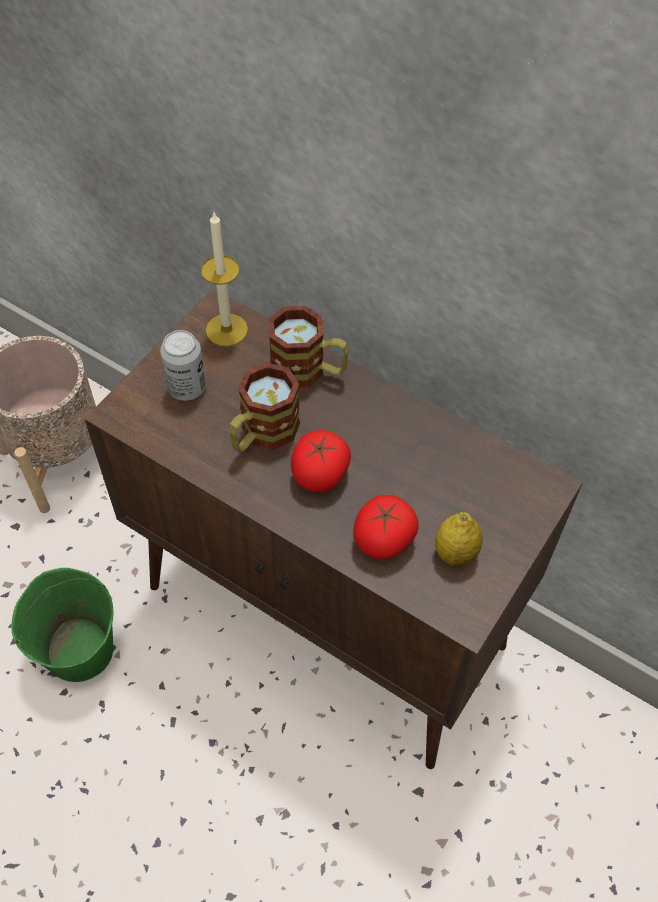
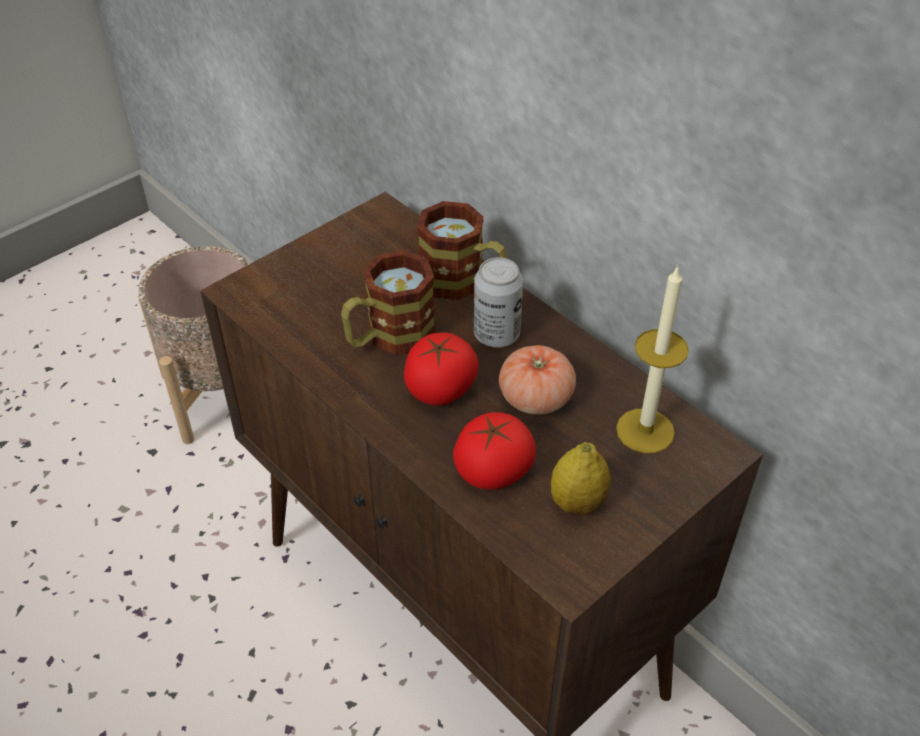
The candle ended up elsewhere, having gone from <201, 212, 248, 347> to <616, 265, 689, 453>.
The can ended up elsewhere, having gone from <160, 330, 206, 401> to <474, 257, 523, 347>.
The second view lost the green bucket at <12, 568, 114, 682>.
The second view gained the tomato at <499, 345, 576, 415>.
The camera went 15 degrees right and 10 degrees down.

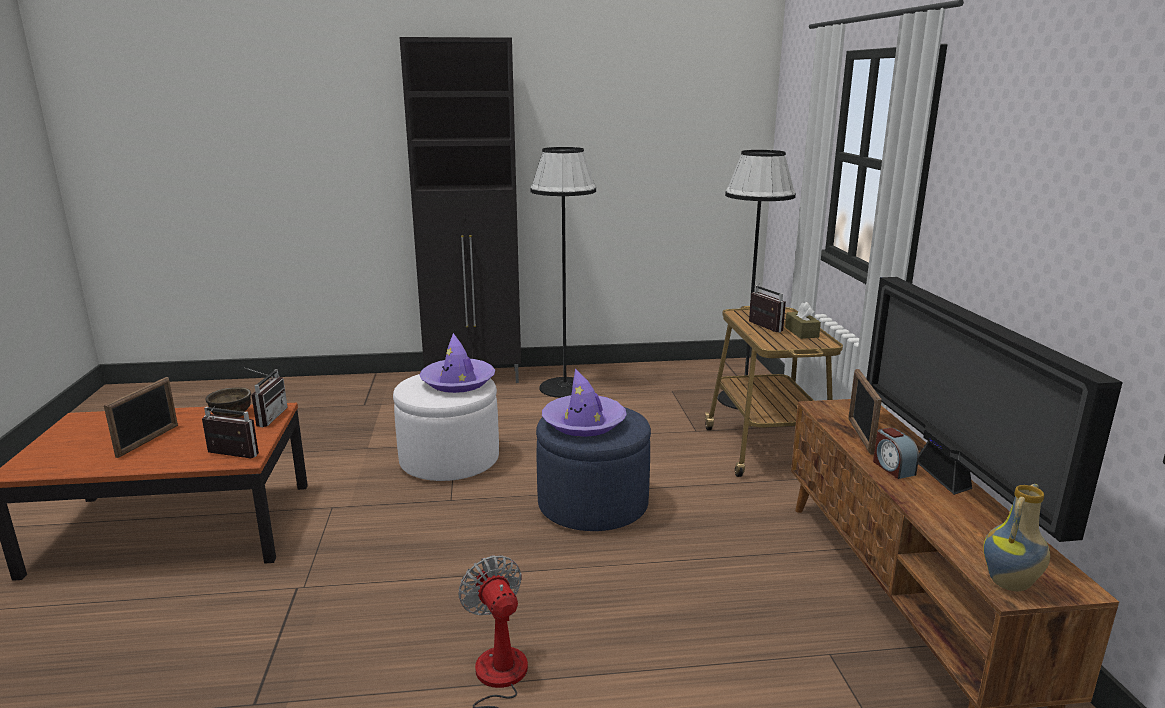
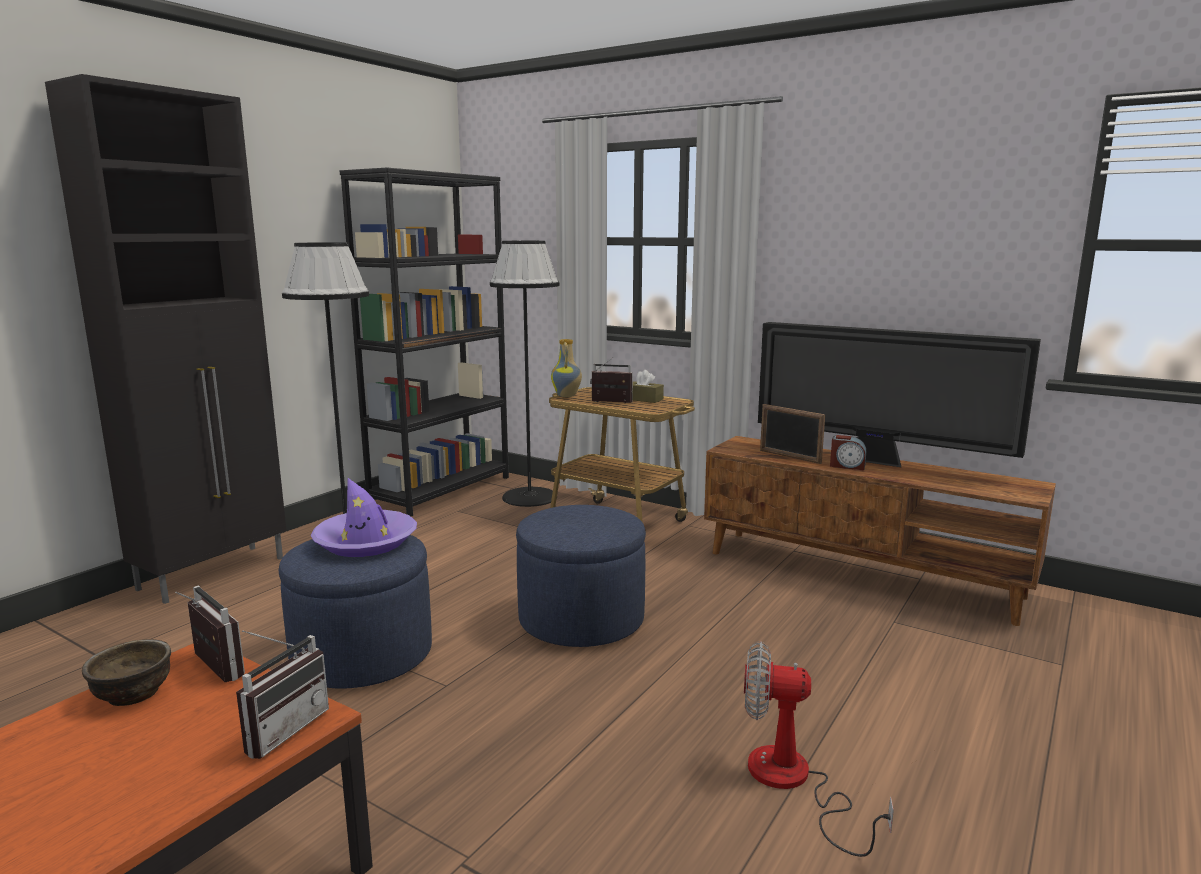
The second view lost the purple hat at <542, 368, 627, 437>.
What was the white ottoman at <393, 374, 499, 481> turned into the blue ottoman at <279, 535, 432, 688>.
The second view lost the picture frame at <104, 377, 178, 458>.
The radio at <202, 406, 259, 458> ended up facing another way, 150 degrees clockwise from before.
The vase ended up elsewhere, having gone from <984, 484, 1050, 591> to <551, 339, 582, 397>.
The second view gained the black bookcase at <339, 168, 509, 516>.
The camera went 50 degrees left and 5 degrees down.

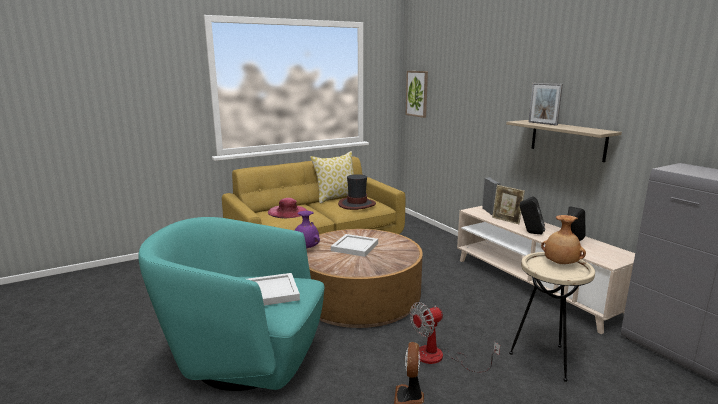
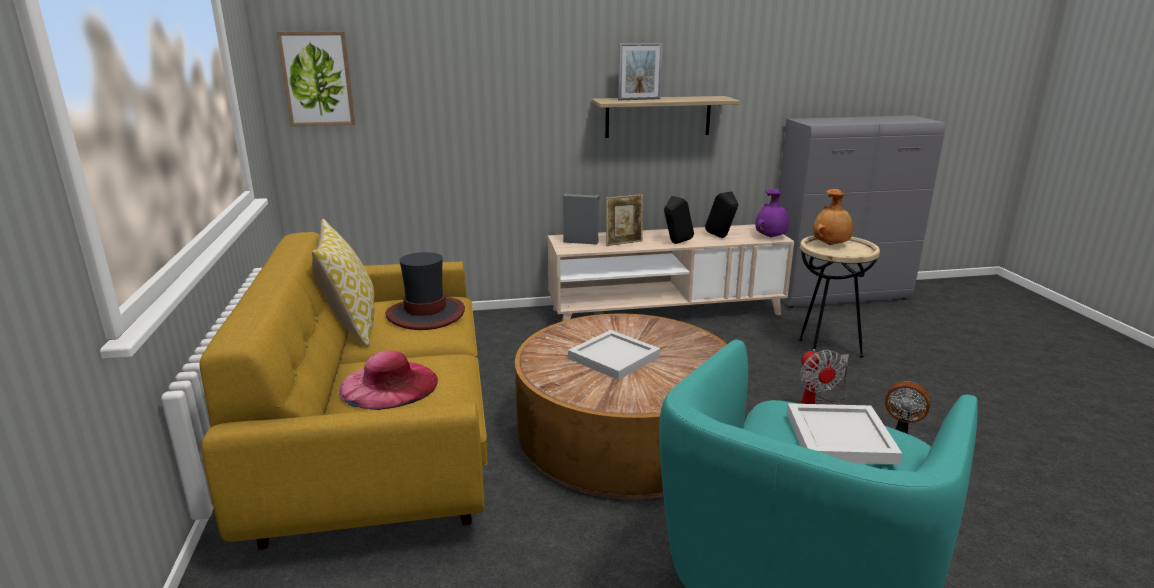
The purple vase ended up elsewhere, having gone from <295, 211, 320, 248> to <755, 189, 789, 237>.
The camera went 70 degrees left and 5 degrees up.

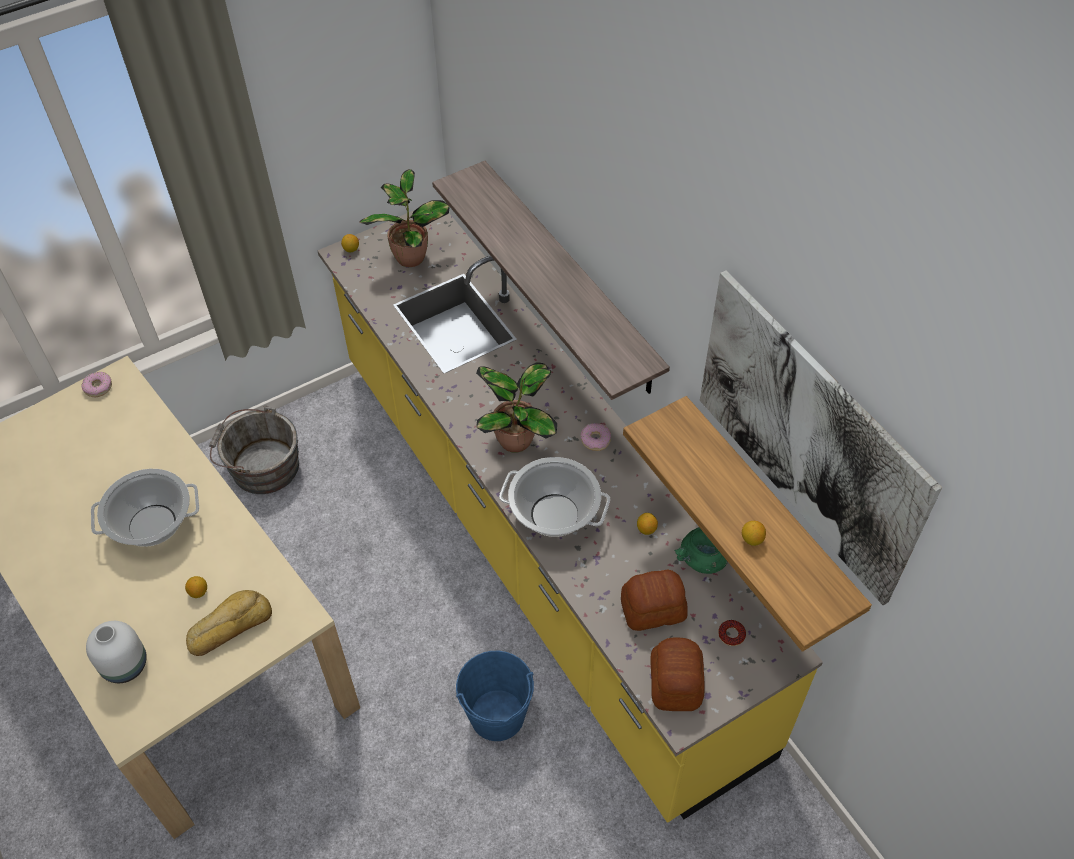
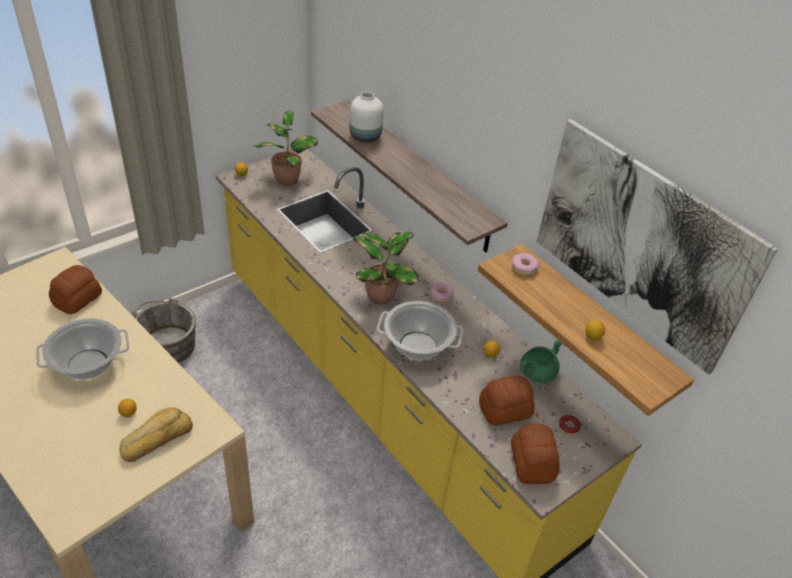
The donut ended up elsewhere, having gone from <82, 372, 112, 397> to <512, 253, 539, 275>.
The white vase ended up elsewhere, having gone from <86, 621, 147, 683> to <349, 92, 384, 143>.
The second view lost the blue bucket at <456, 651, 534, 741>.
The second view gained the bread at <49, 265, 102, 314>.
The camera went 10 degrees left and 10 degrees down.

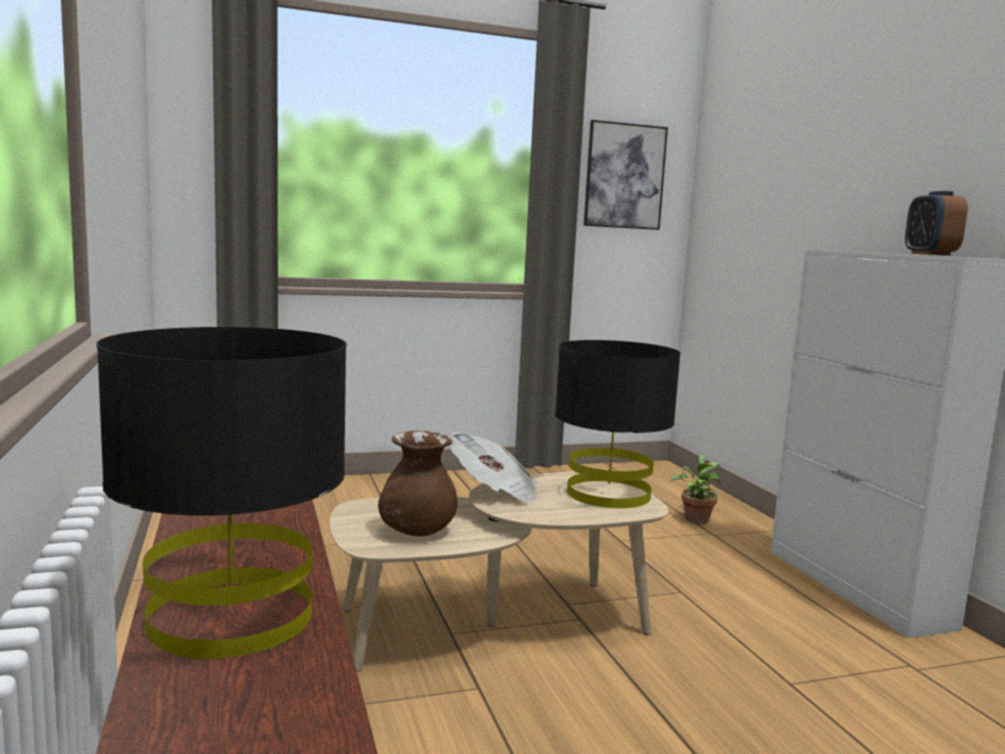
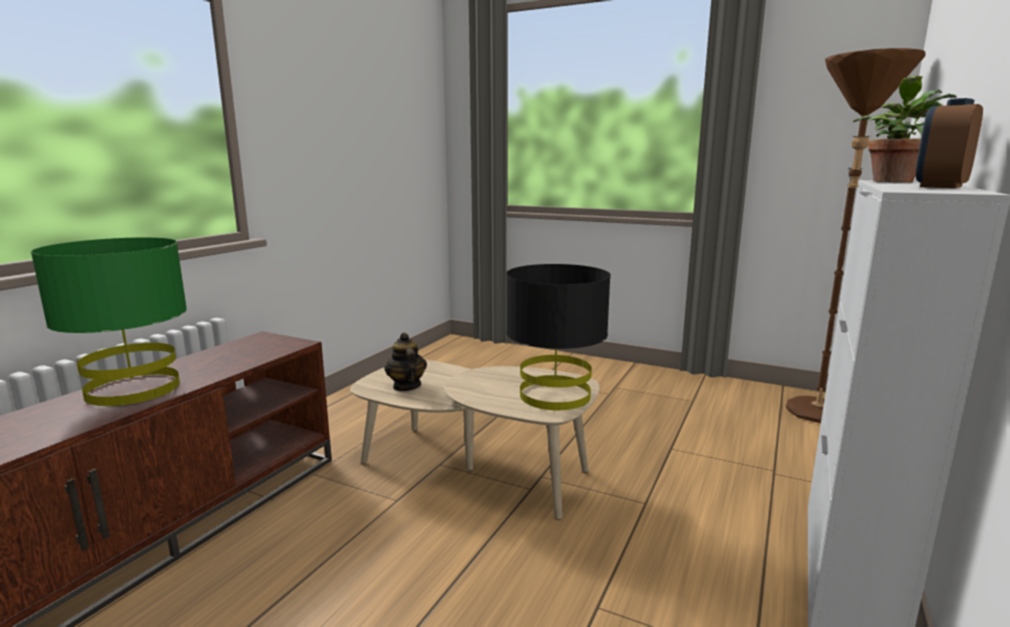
The second view lost the picture at <584, 120, 668, 230>.
What was the black table lamp at <96, 327, 347, 659> turned into the green table lamp at <31, 237, 187, 406>.
Where the brown vase stood at <378, 430, 458, 536>, the teapot came to stand at <384, 332, 427, 391>.
The second view lost the newspaper at <451, 432, 538, 504>.
The potted plant ended up elsewhere, having gone from <670, 455, 722, 524> to <852, 76, 957, 183>.
The second view gained the brown floor lamp at <786, 48, 925, 423>.
The camera went 45 degrees right and 5 degrees up.

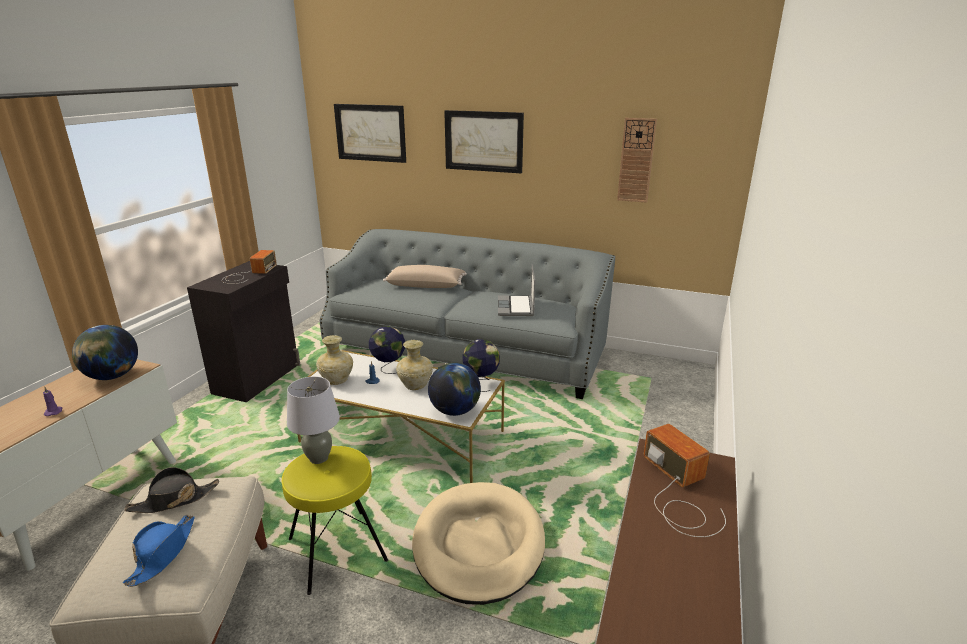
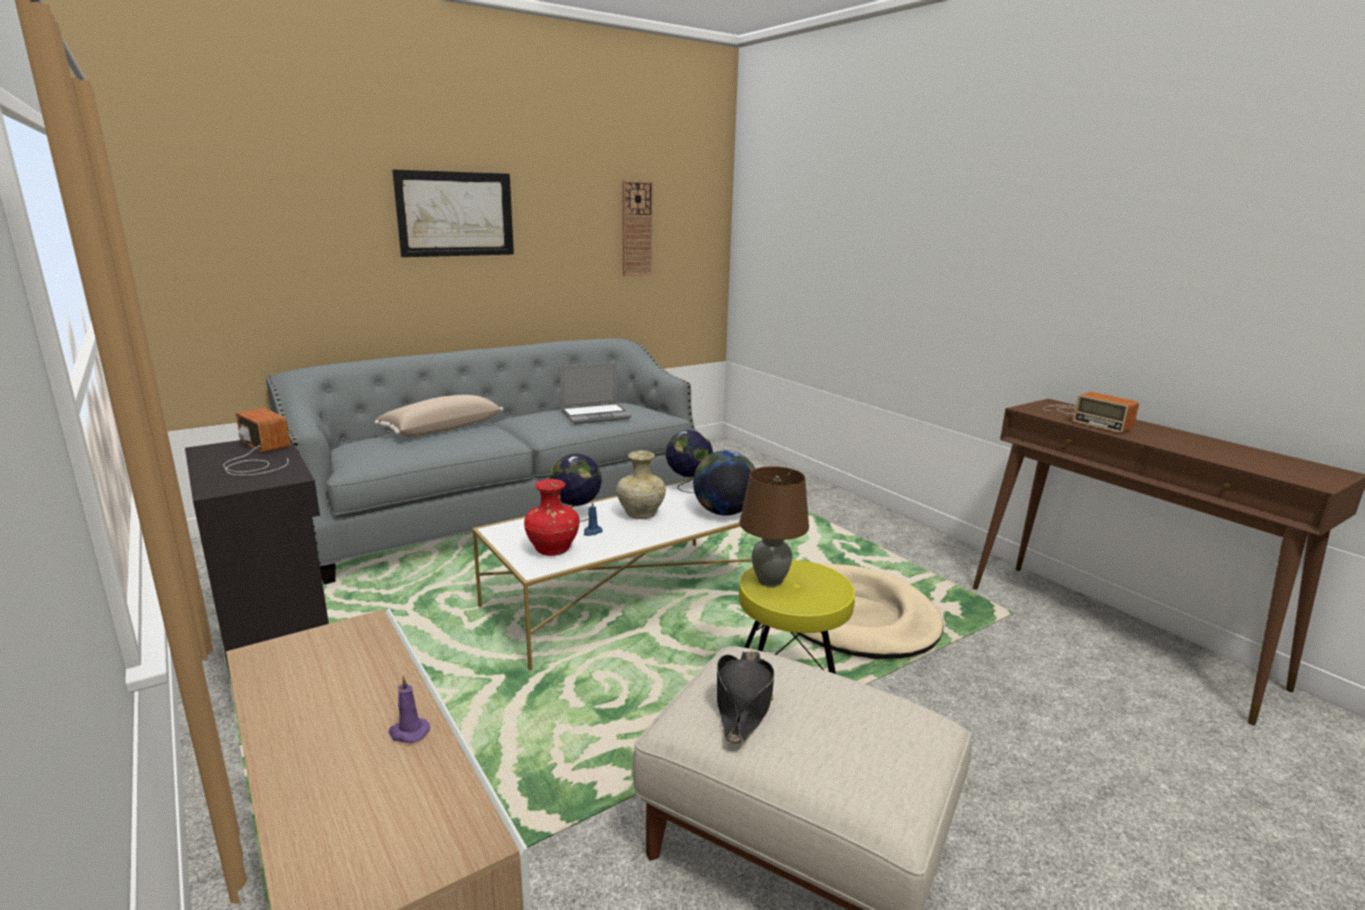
The second view lost the picture at <334, 104, 406, 163>.
The laptop at <498, 264, 535, 316> ended up facing another way, 60 degrees counterclockwise from before.
The second view lost the globe at <72, 325, 138, 380>.
What was the beige vase at <316, 335, 353, 385> turned into the red vase at <524, 479, 580, 556>.
What was the grey table lamp at <287, 377, 340, 464> turned into the brown table lamp at <739, 466, 809, 587>.
The radio at <644, 424, 726, 537> ended up facing another way, 135 degrees counterclockwise from before.
The second view lost the blue hat at <123, 515, 195, 587>.
The camera went 55 degrees left and 5 degrees down.

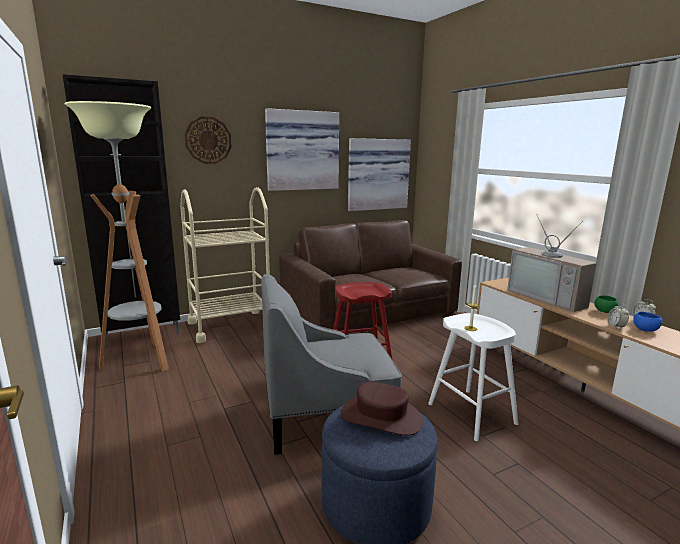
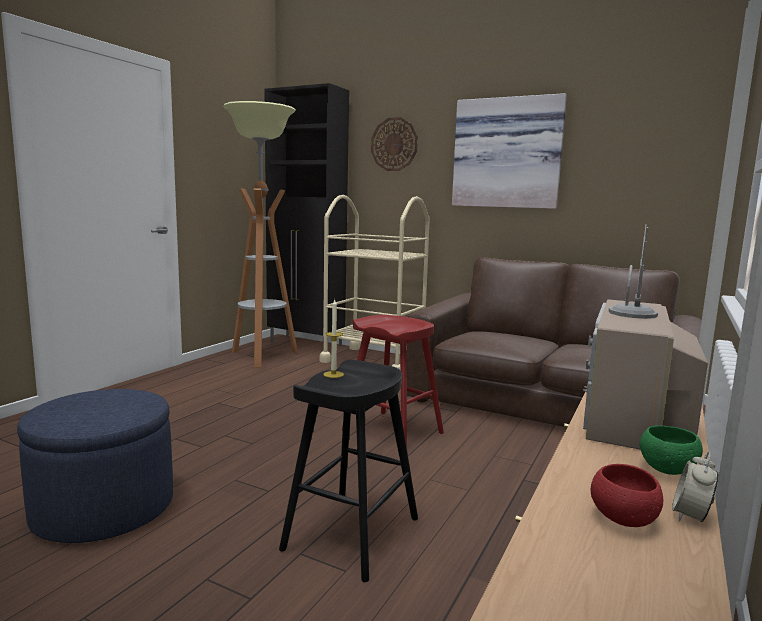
The second view lost the picture at <348, 138, 411, 211>.
The second view lost the grey armchair at <261, 274, 402, 455>.
The second view lost the alarm clock at <607, 304, 629, 329>.
What was the blue bowl at <633, 312, 662, 332> turned into the red bowl at <591, 464, 663, 527>.
What was the white stool at <428, 313, 518, 441> turned into the black stool at <279, 360, 418, 582>.
The second view lost the brown hat at <341, 382, 423, 435>.
The camera went 55 degrees right and 5 degrees down.

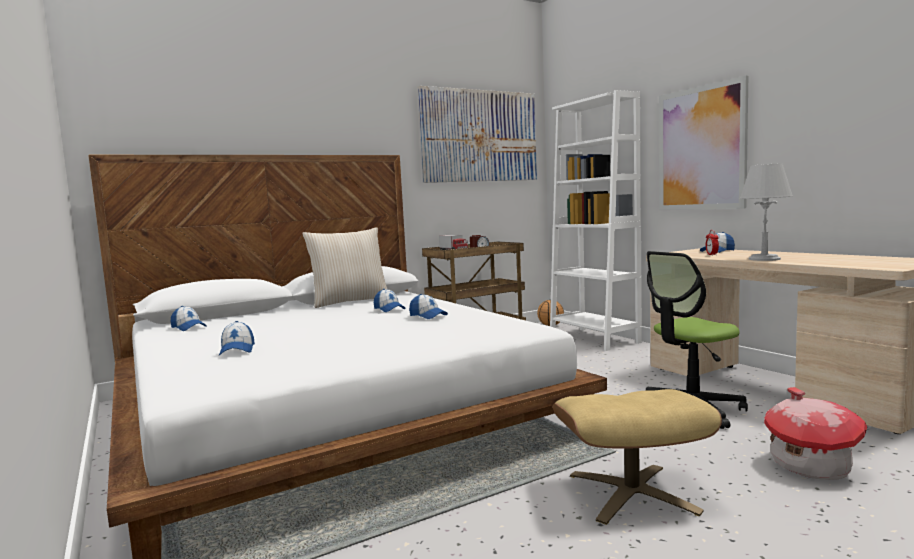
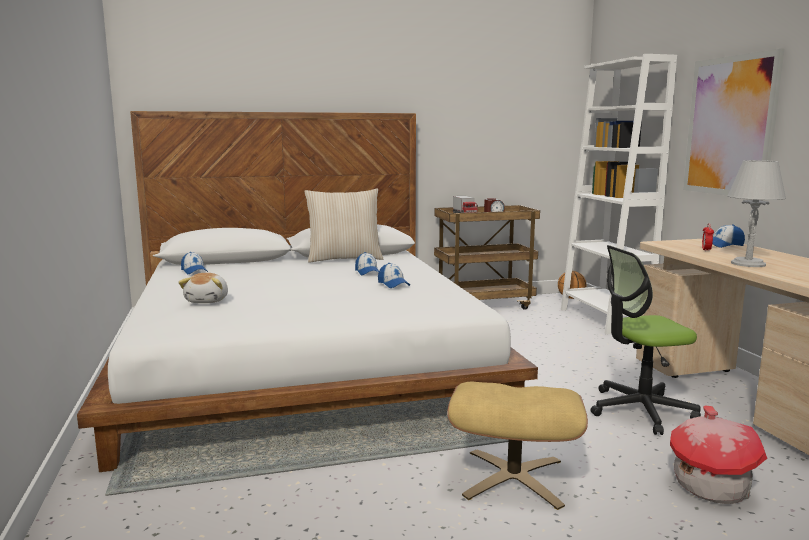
The second view lost the picture at <418, 86, 537, 183>.
Where the cap stood at <219, 321, 255, 356>, the plush toy came to stand at <178, 273, 228, 303>.
The camera went 15 degrees right and 5 degrees up.

